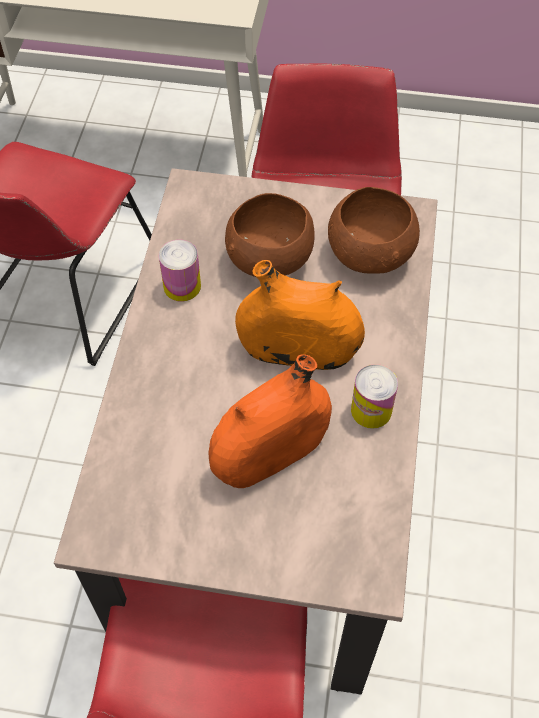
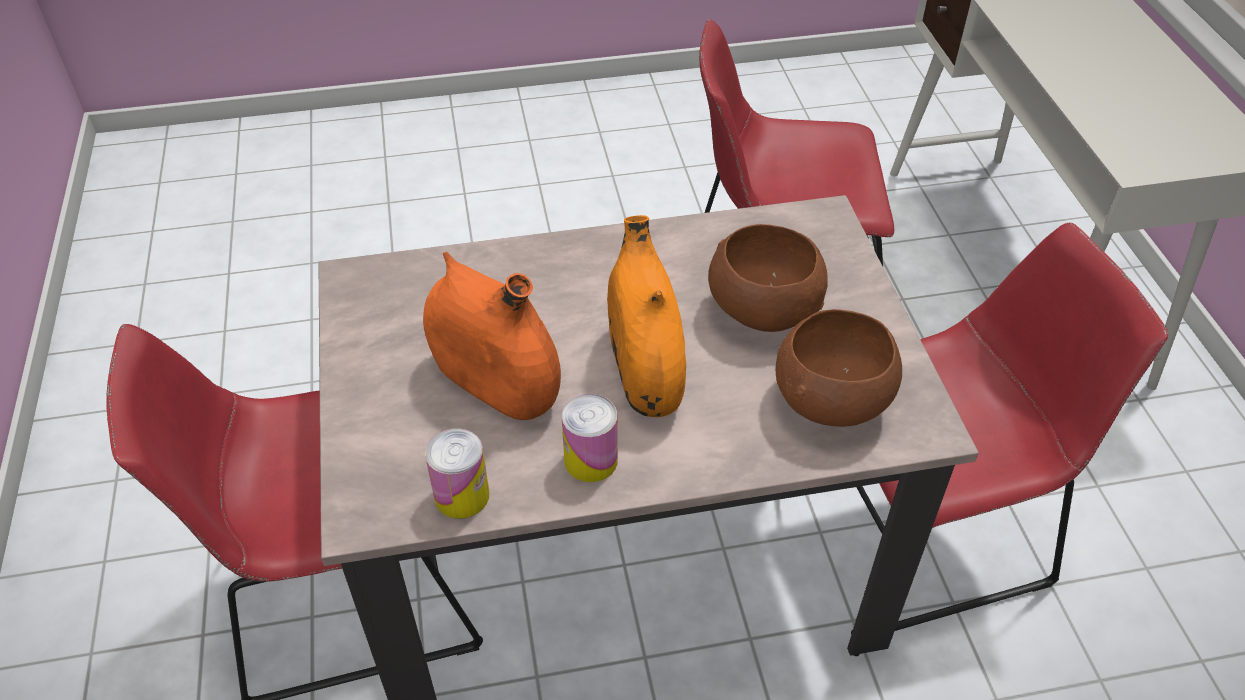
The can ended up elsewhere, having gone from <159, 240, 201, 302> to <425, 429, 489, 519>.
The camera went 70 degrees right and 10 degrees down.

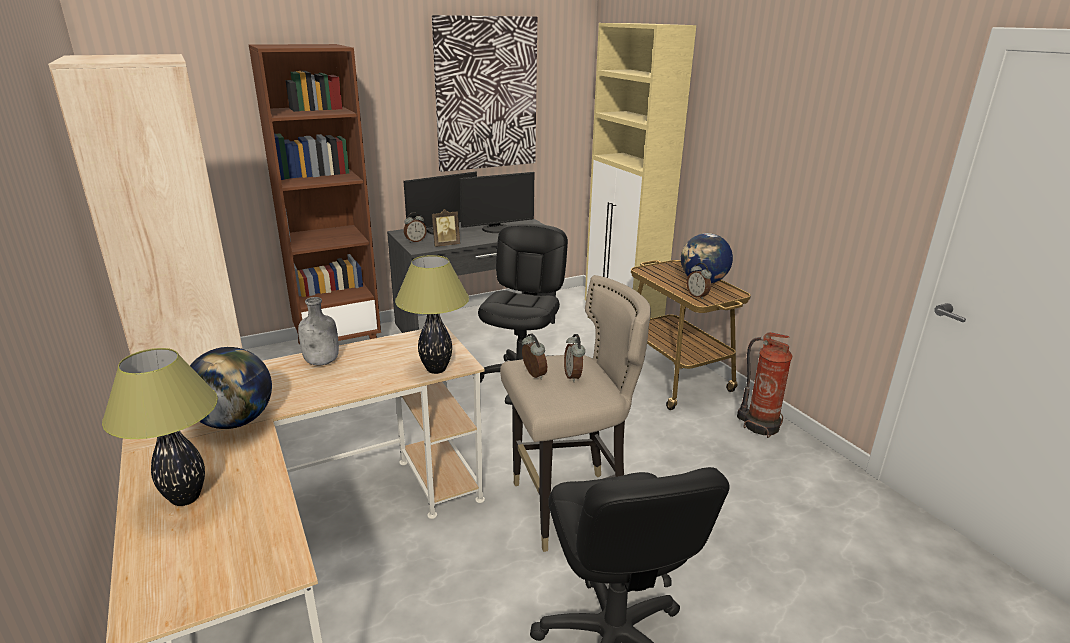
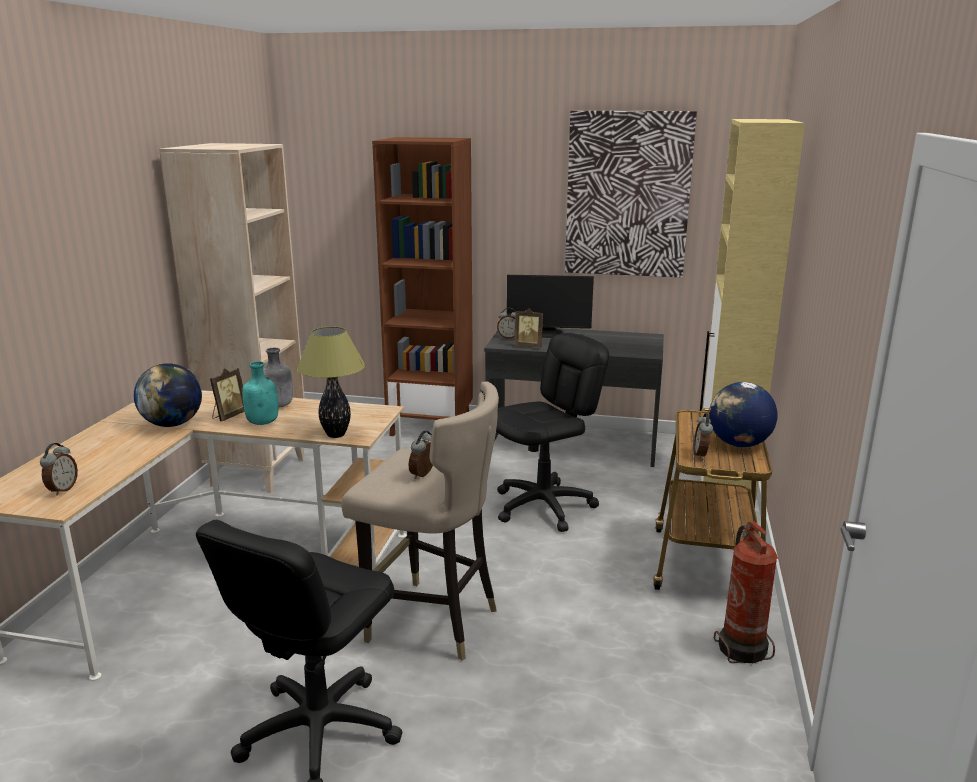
The second view lost the monitor at <459, 172, 534, 233>.
The alarm clock ended up elsewhere, having gone from <522, 333, 547, 380> to <40, 443, 78, 496>.
The second view lost the table lamp at <102, 348, 218, 506>.
The second view gained the turquoise bottle at <242, 361, 278, 425>.
The second view gained the picture frame at <210, 368, 245, 422>.
The camera went 40 degrees right and 5 degrees down.

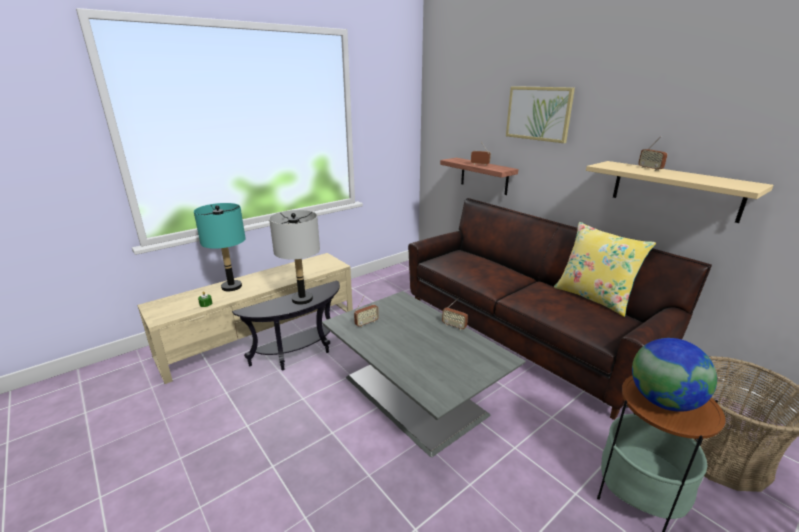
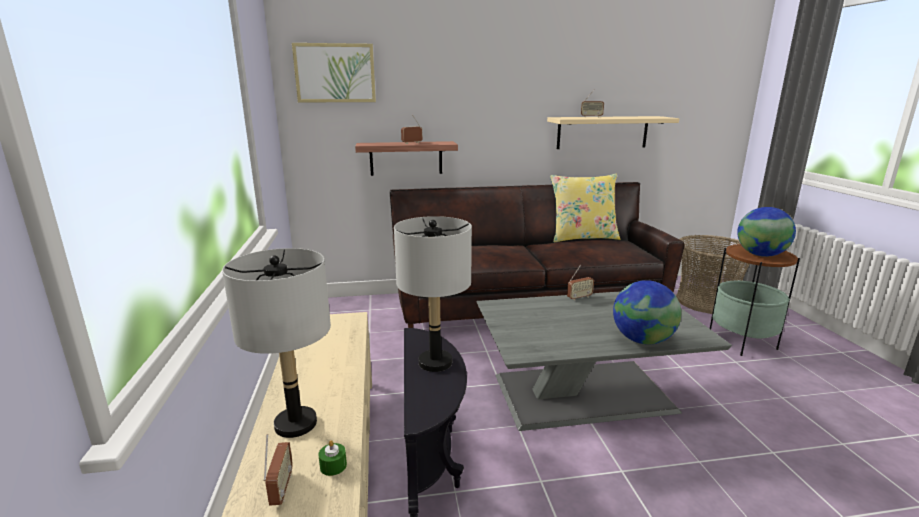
The picture ended up elsewhere, having gone from <506, 86, 575, 143> to <292, 43, 376, 103>.
What was the turquoise table lamp at <194, 203, 246, 291> turned into the grey table lamp at <222, 248, 331, 438>.
The radio ended up elsewhere, having gone from <354, 295, 379, 327> to <263, 434, 293, 506>.
The second view gained the globe at <613, 280, 681, 345>.
The camera went 60 degrees left and 5 degrees down.

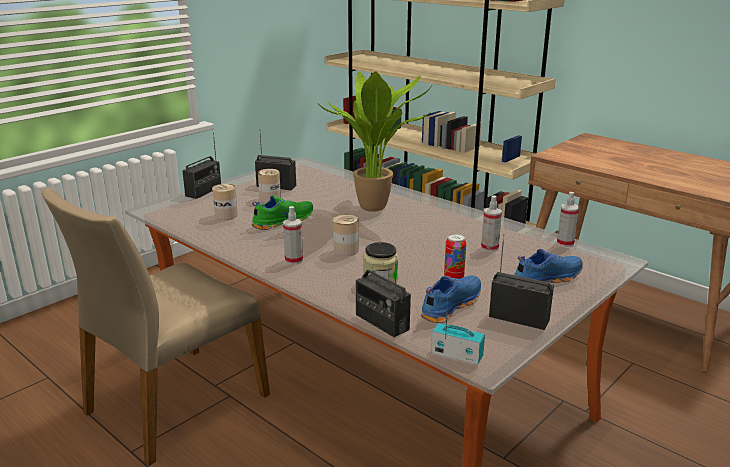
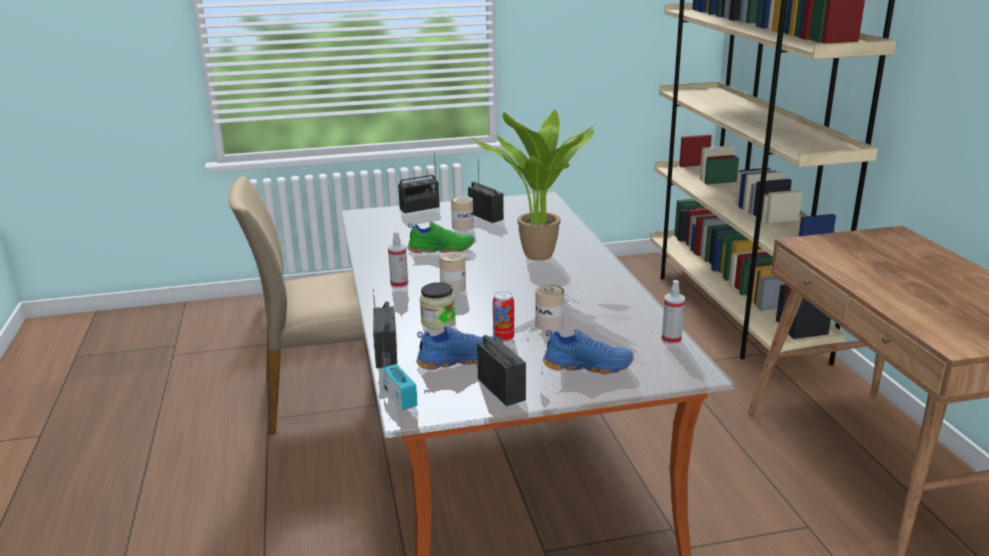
The can ended up elsewhere, having gone from <212, 184, 238, 220> to <535, 285, 564, 331>.
The second view lost the spray bottle at <481, 195, 502, 252>.
The camera went 35 degrees right and 0 degrees up.

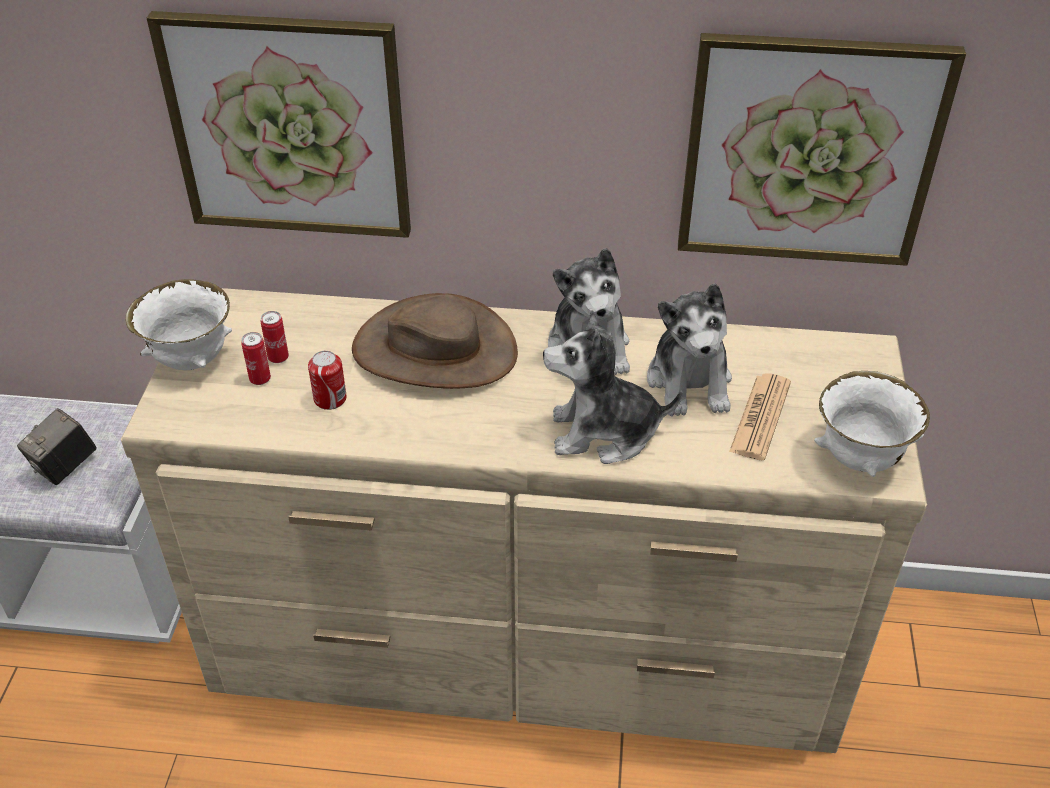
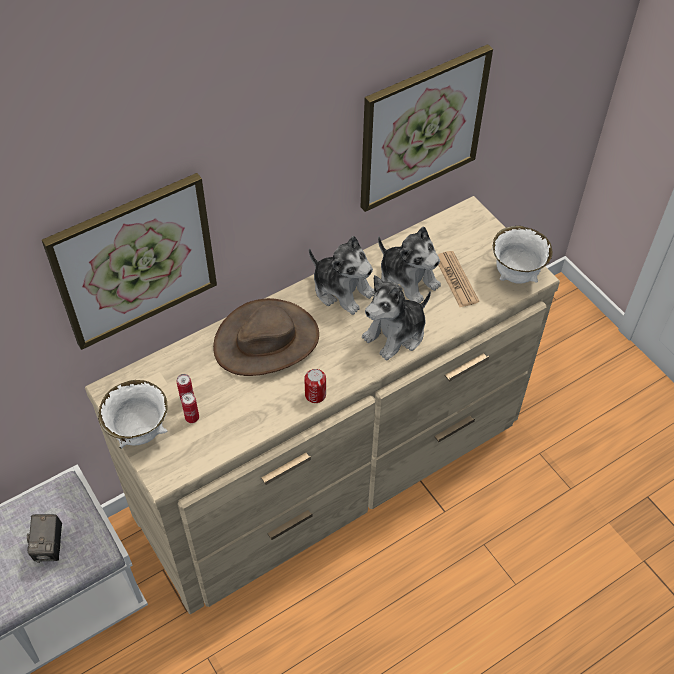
The can ended up elsewhere, having gone from <308, 351, 347, 410> to <304, 369, 326, 403>.
The camera went 40 degrees left and 10 degrees up.

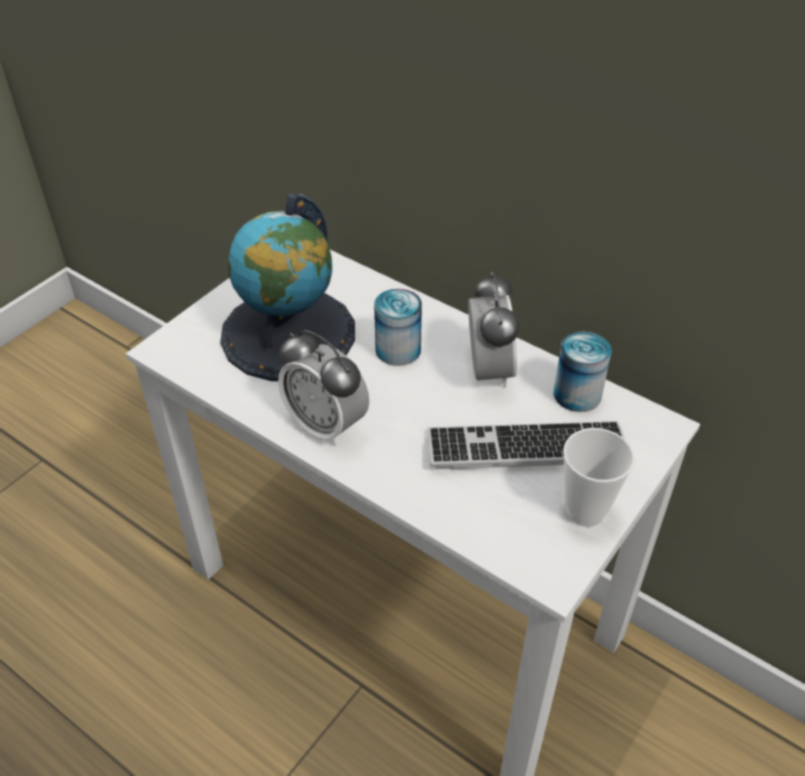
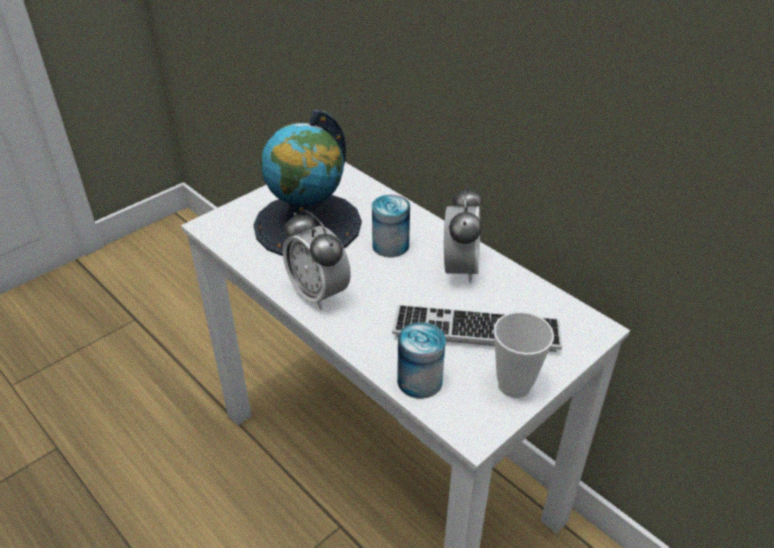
The can ended up elsewhere, having gone from <553, 332, 611, 412> to <397, 322, 446, 399>.
The camera went 10 degrees right and 5 degrees down.

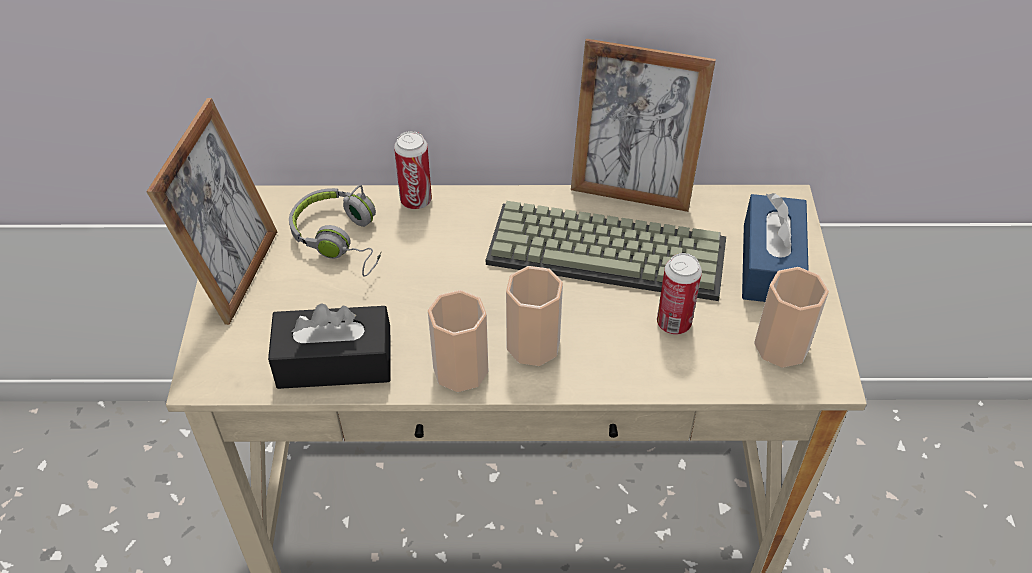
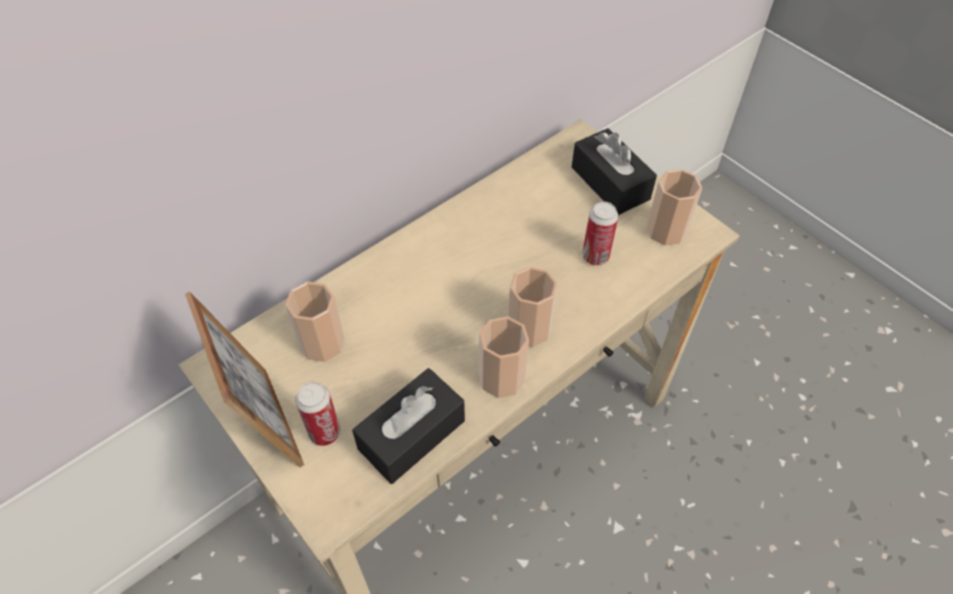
The second view lost the picture frame at <571, 39, 716, 212>.
The can ended up elsewhere, having gone from <394, 131, 432, 209> to <295, 382, 340, 446>.
Where the grey headphones stood at <289, 185, 382, 277>, the cup came to stand at <285, 282, 345, 362>.
What was the blue tissue box at <742, 193, 809, 302> turned into the black tissue box at <572, 128, 657, 215>.
The second view lost the keyboard at <486, 201, 726, 301>.
The camera went 40 degrees left and 5 degrees up.

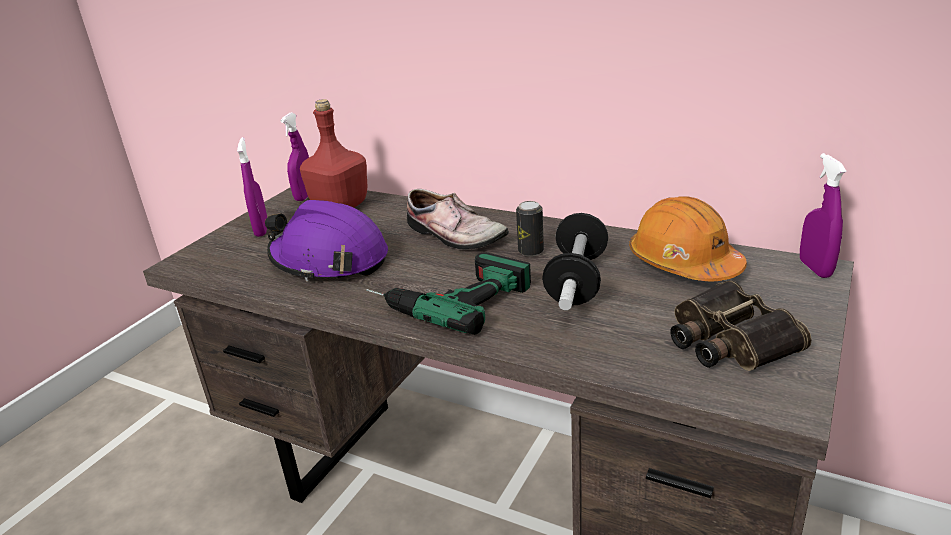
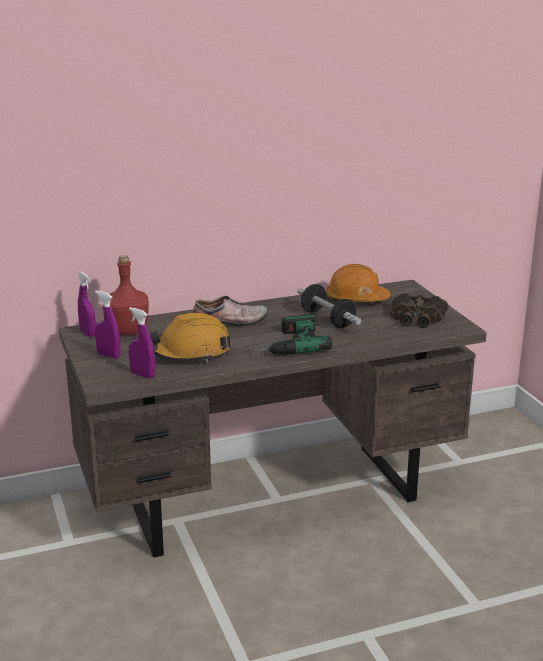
The purple spray bottle ended up elsewhere, having gone from <800, 153, 846, 278> to <129, 307, 155, 379>.
What was the purple hard hat at <265, 200, 388, 282> turned into the orange hard hat at <150, 313, 231, 362>.
The second view lost the can at <516, 201, 544, 257>.
The camera went 50 degrees left and 5 degrees down.

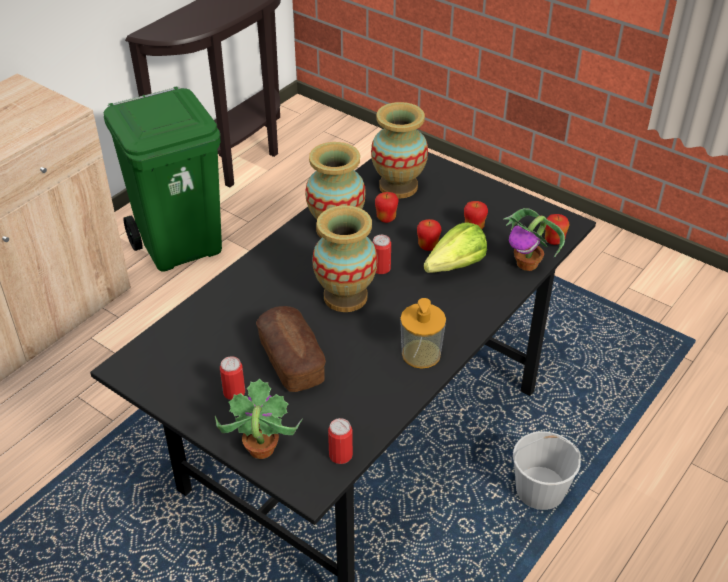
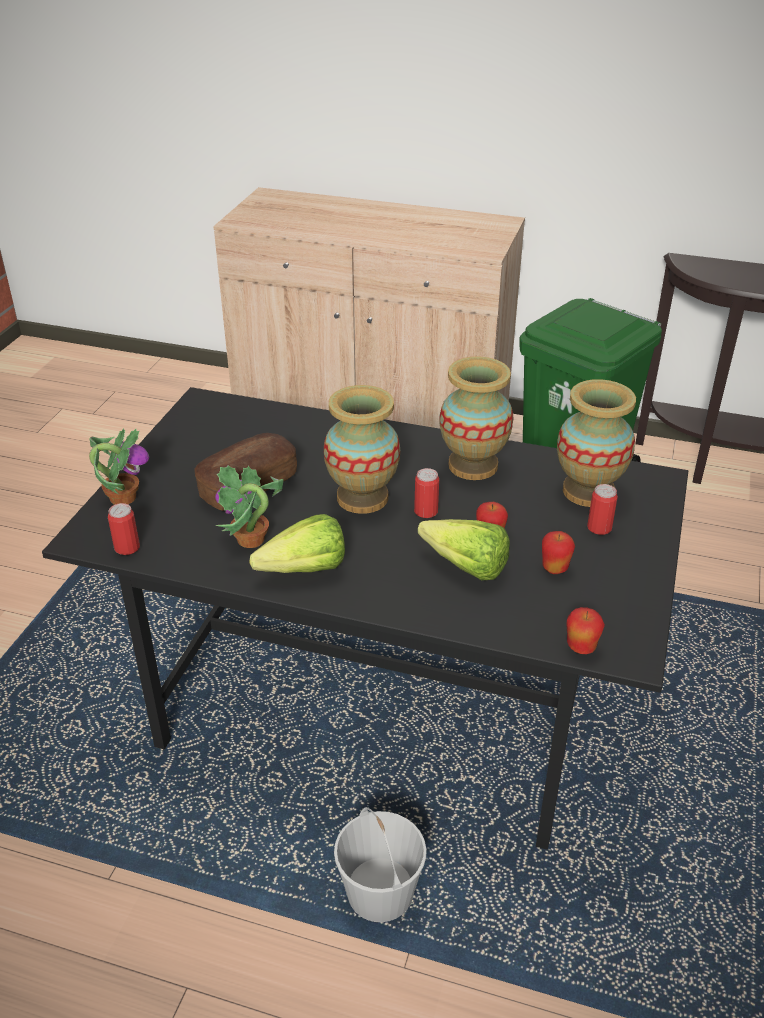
The second view lost the apple at <375, 192, 399, 223>.
The potted plant ended up elsewhere, having gone from <504, 208, 565, 271> to <215, 465, 284, 548>.
Where the soap dispenser stood at <400, 298, 446, 369>, the lettuce came to stand at <249, 514, 345, 573>.
The can ended up elsewhere, having gone from <220, 356, 245, 400> to <587, 484, 618, 535>.
The camera went 70 degrees right and 5 degrees down.

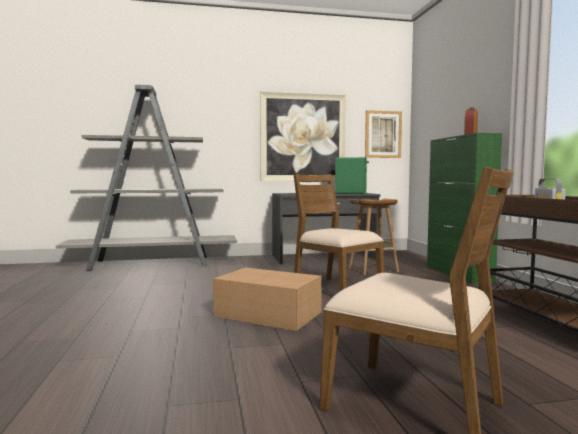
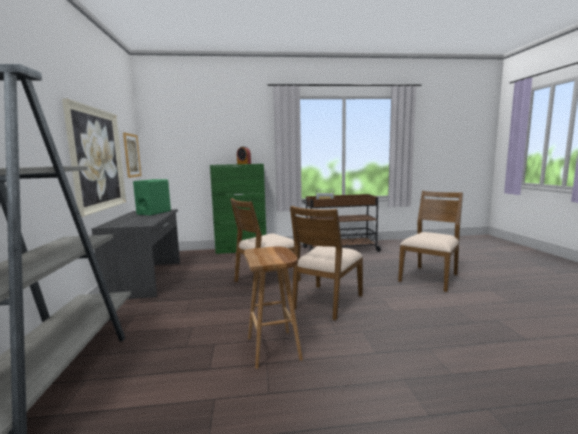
The brown stool ended up elsewhere, having gone from <349, 199, 399, 275> to <244, 247, 303, 369>.
Where the cardboard box stood at <213, 268, 322, 331>, the brown chair came to stand at <290, 206, 363, 321>.
The camera went 85 degrees left and 5 degrees up.

